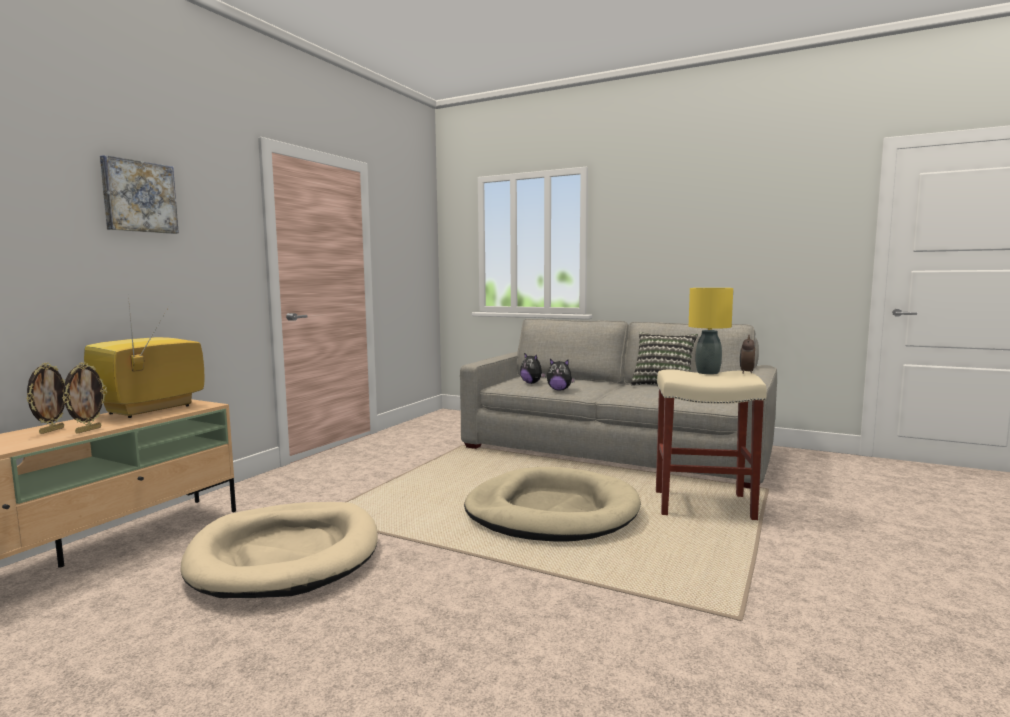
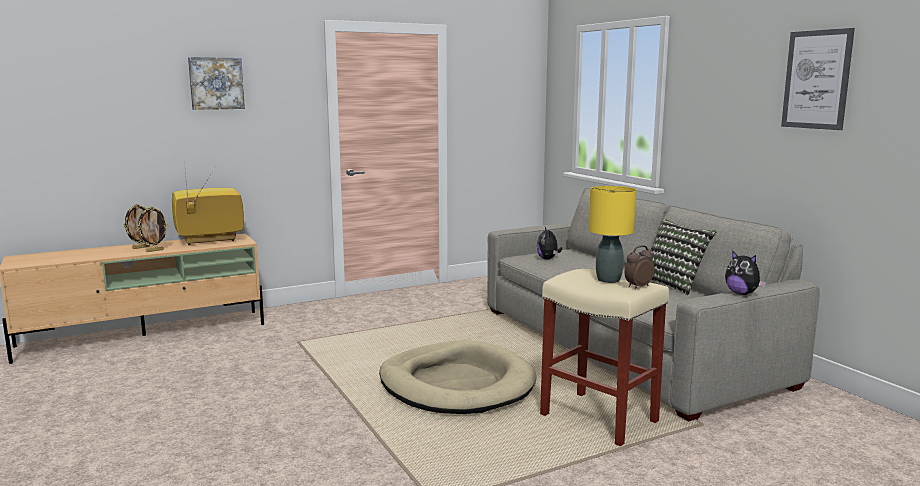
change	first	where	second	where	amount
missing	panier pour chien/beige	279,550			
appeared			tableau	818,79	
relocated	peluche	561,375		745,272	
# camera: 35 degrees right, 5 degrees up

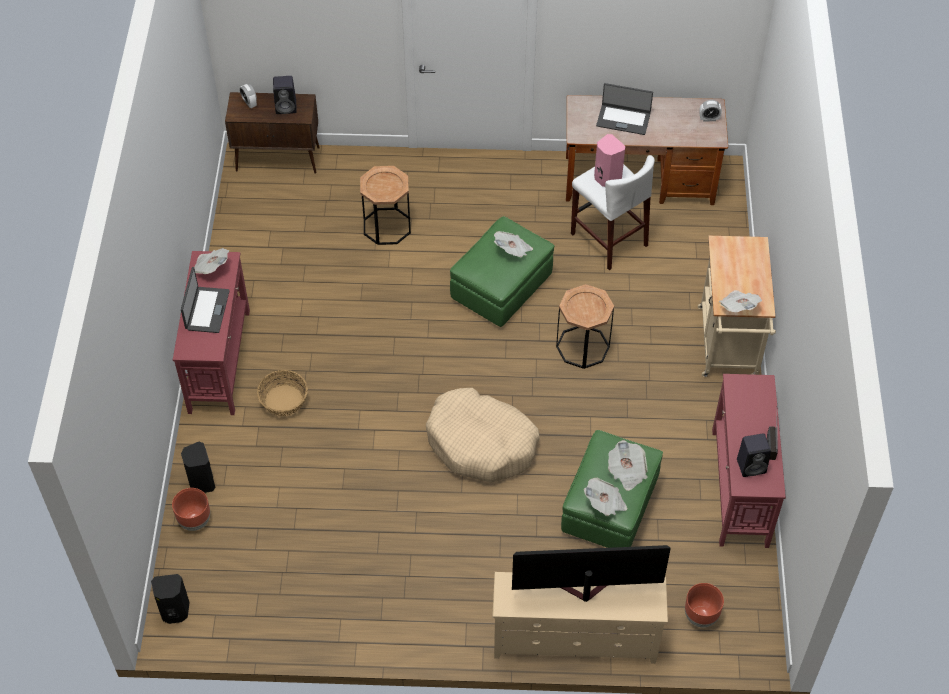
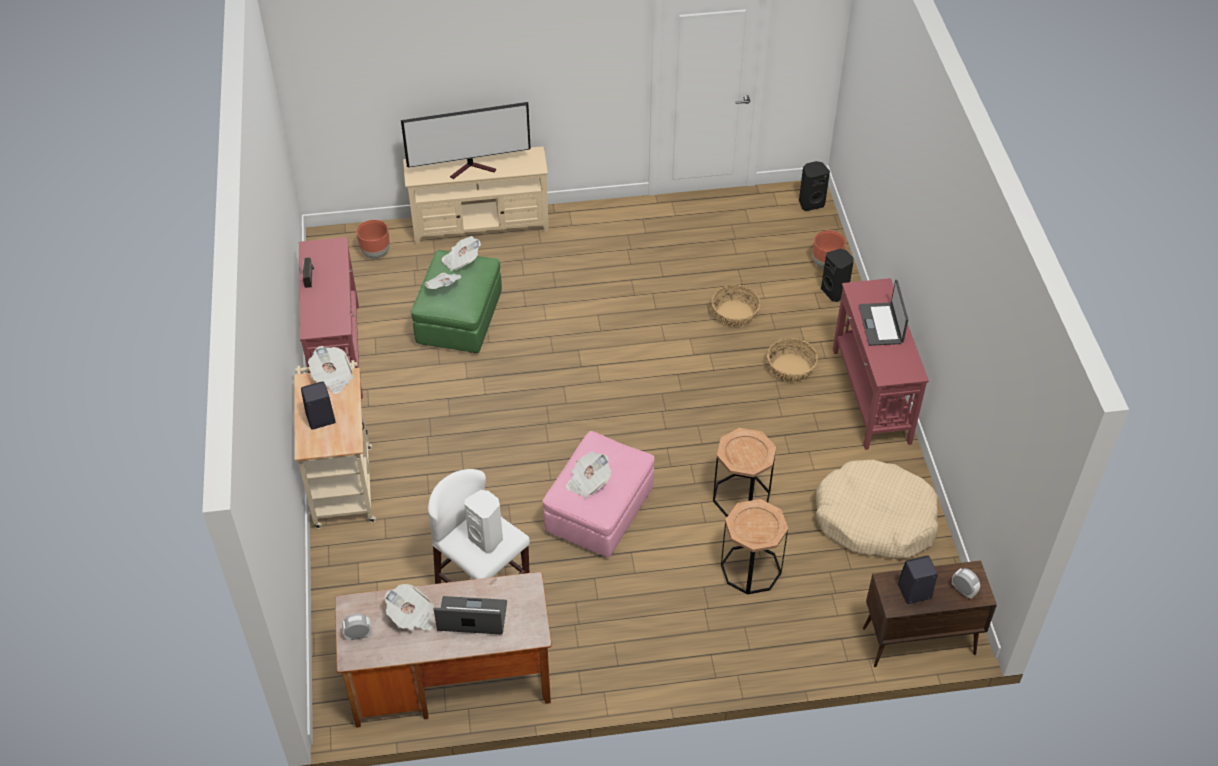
change	first	where	second	where	amount
appeared			panier	736,306	
relocated	journal	211,261		409,607	
relocated	panier pour chien/beige	483,435		877,509	
relocated	table d'appoint/marron	585,326		744,472	
relocated	enceinte/noir	754,455		318,405	
colour	pouf/vert	502,271	pouf/rose	598,494	
colour	enceinte/rose	609,160	enceinte/blanc	483,521	
# camera: 170 degrees right, 5 degrees down

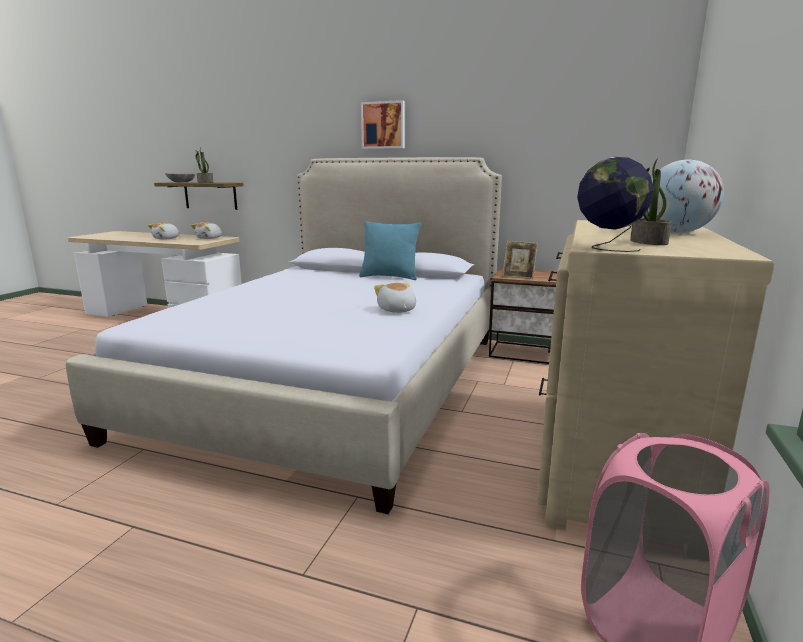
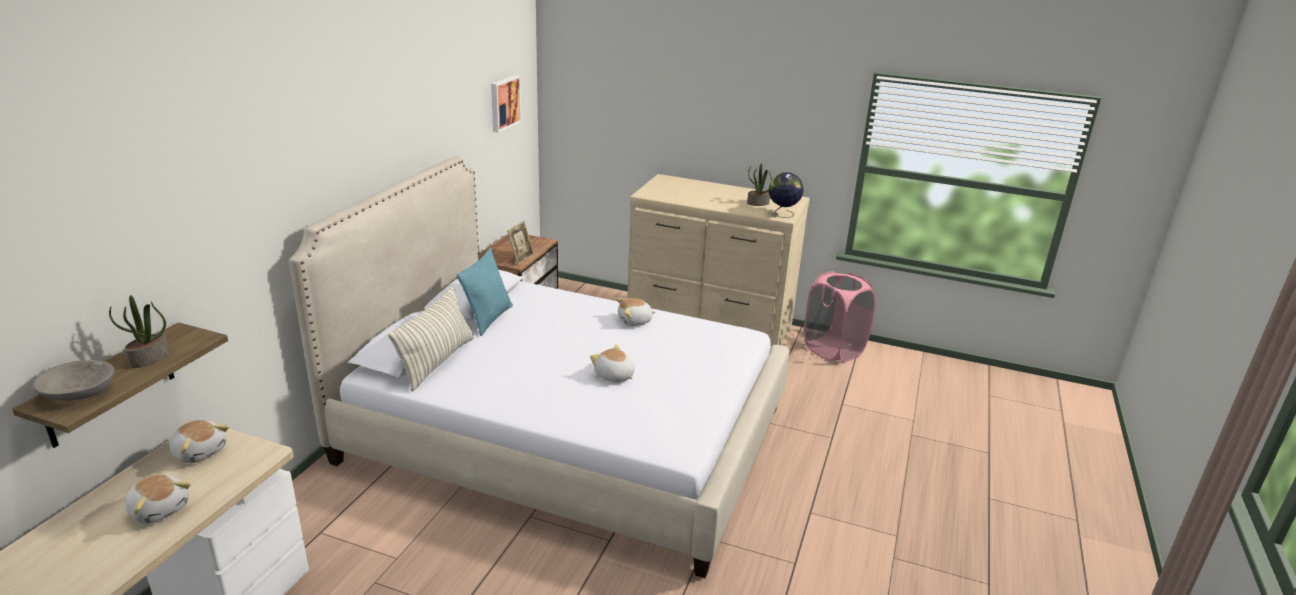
change	first	where	second	where	amount
missing	globe	686,196			
appeared			coussin	431,339	
appeared			peluche	612,363	
relocated	tableau	383,124		506,104	
# camera: 90 degrees left, 10 degrees up

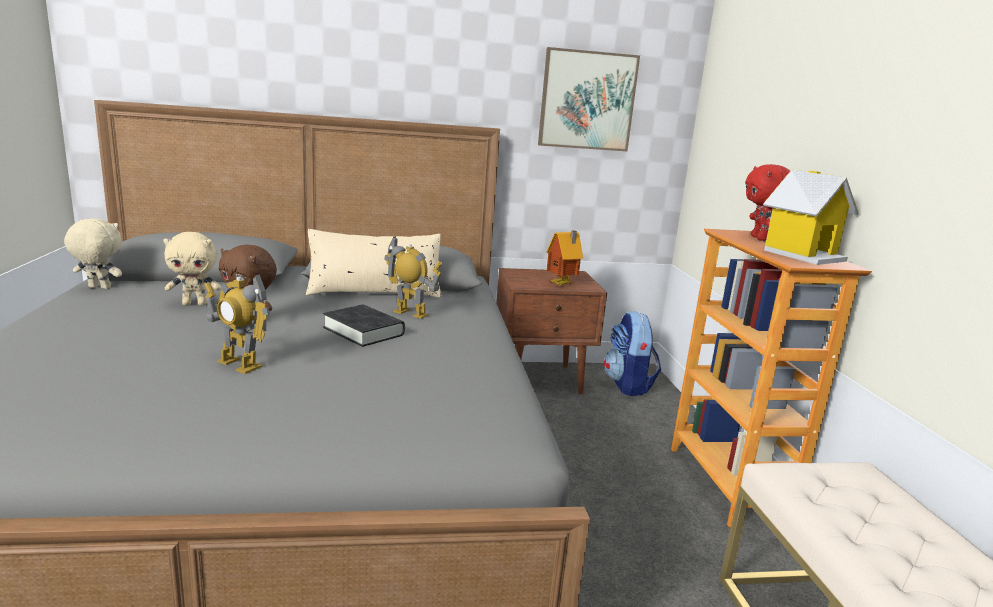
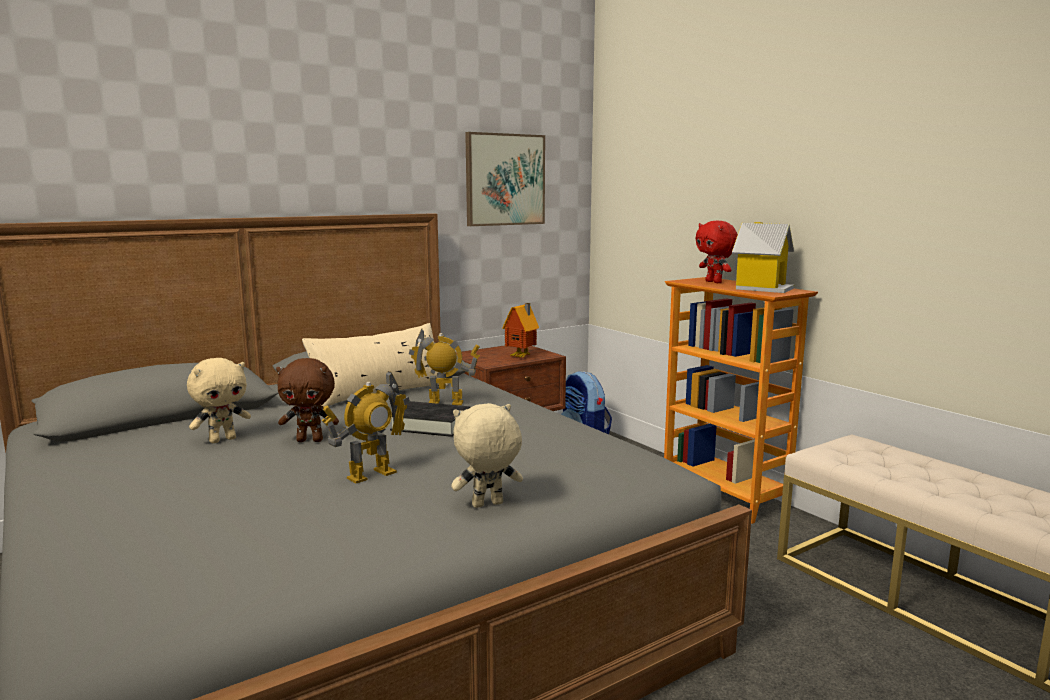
change	first	where	second	where	amount
relocated	peluche/beige	93,253		487,455	
spun	robot jouet	237,324		366,427	45 degrees counterclockwise
# camera: 25 degrees left, 5 degrees down

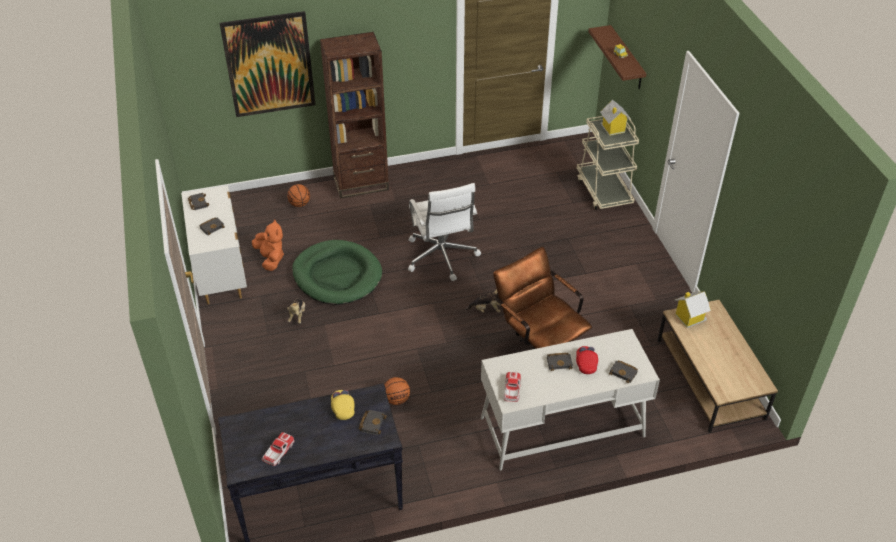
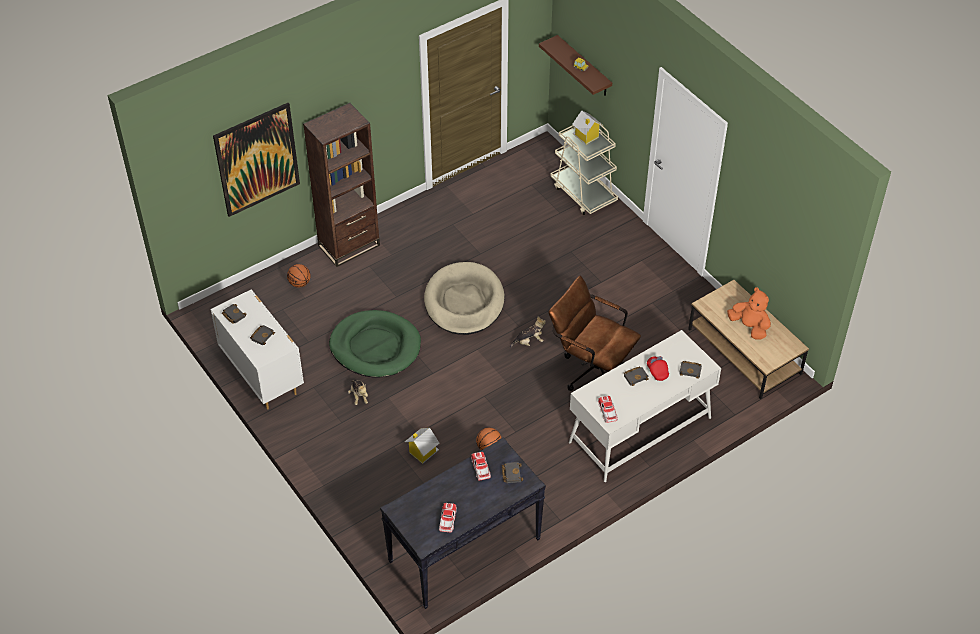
change	first	where	second	where	amount
relocated	peluche/orange	268,245		749,313	
relocated	maison miniature	693,309		422,446	
exchanged	casquette/jaune	343,405	petite voiture	481,466	
exchanged	chaise de bureau/blanc	444,232	panier pour chien/beige	464,298	
# camera: 20 degrees left, 5 degrees up

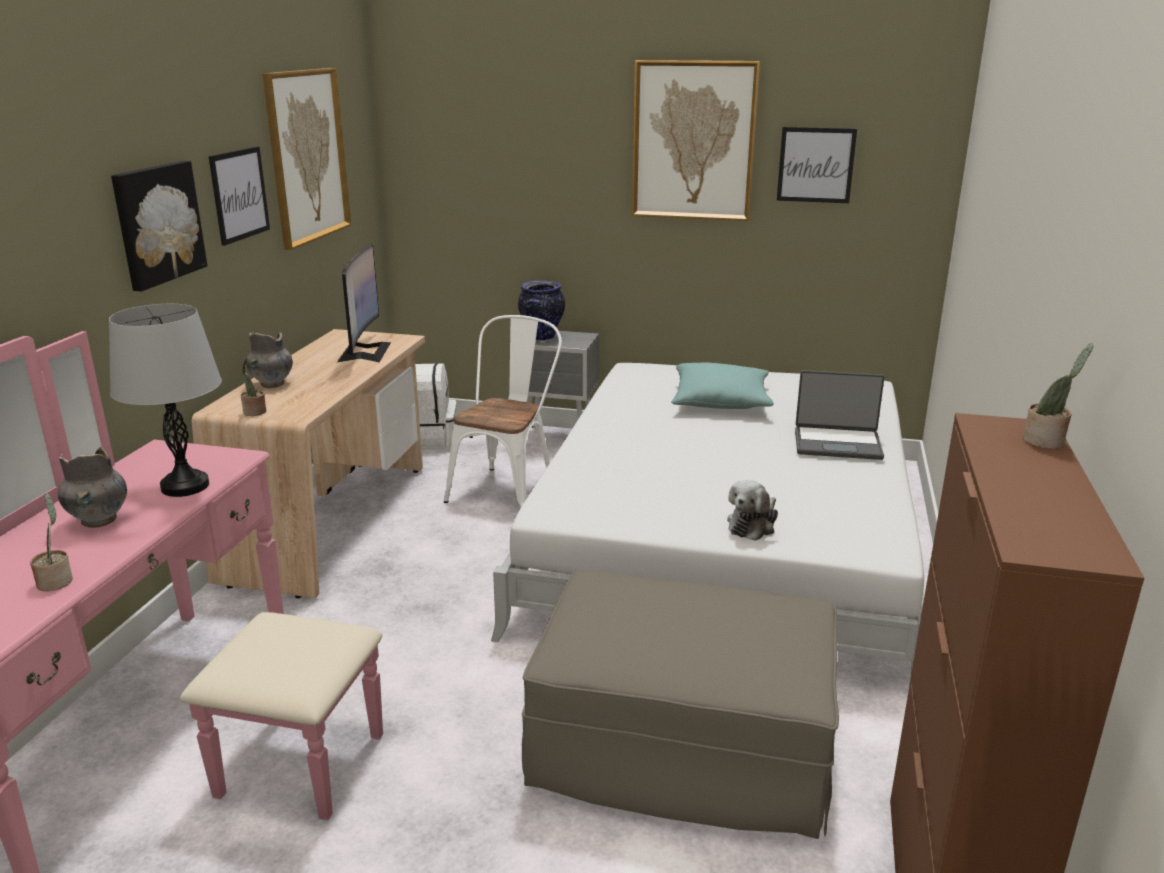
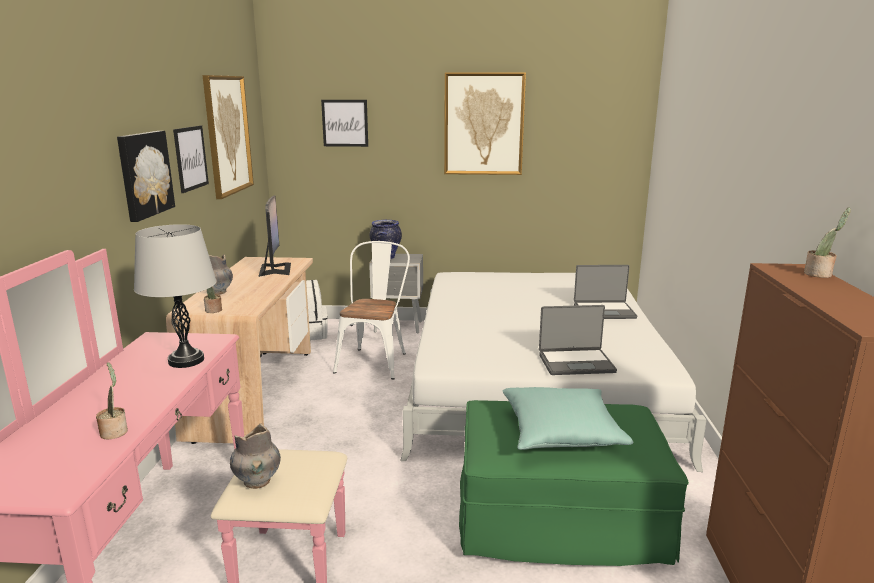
change	first	where	second	where	amount
relocated	vase/gris	92,487		255,456	
relocated	coussin/turquoise	722,385		568,418	
relocated	tableau	817,165		344,123	
exchanged	peluche	752,510	ordinateur portable	578,340	
colour	pouf/beige	680,704	pouf/vert	574,483	
# camera: 10 degrees left, 5 degrees down

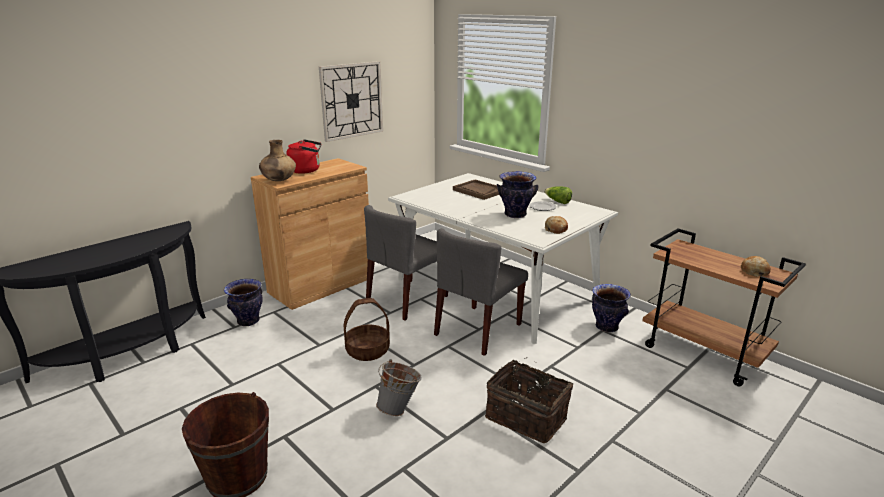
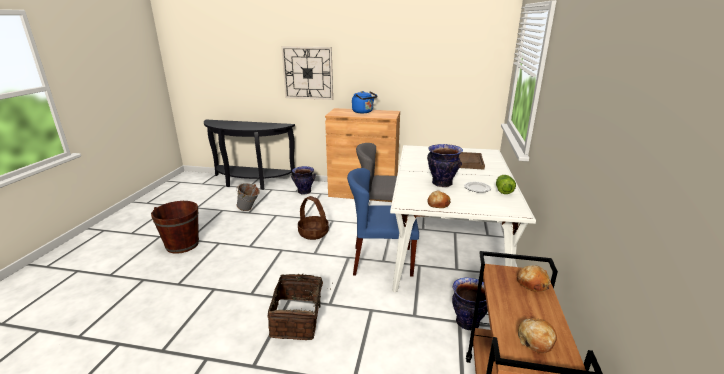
change	first	where	second	where	amount
missing	vase/marron	277,160			
appeared			pain	534,278	
relocated	horloge murale	351,101		307,73	
relocated	seau/gris	399,387		248,197	
colour	bouilloire/rouge	304,156	bouilloire/bleu	364,102	
colour	chaise/gris	481,292	chaise/bleu	383,222	
# camera: 55 degrees right, 0 degrees up

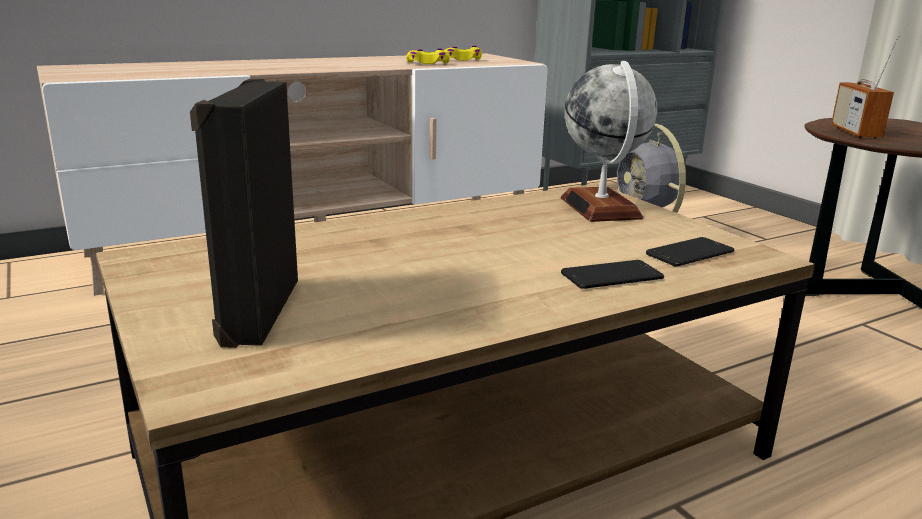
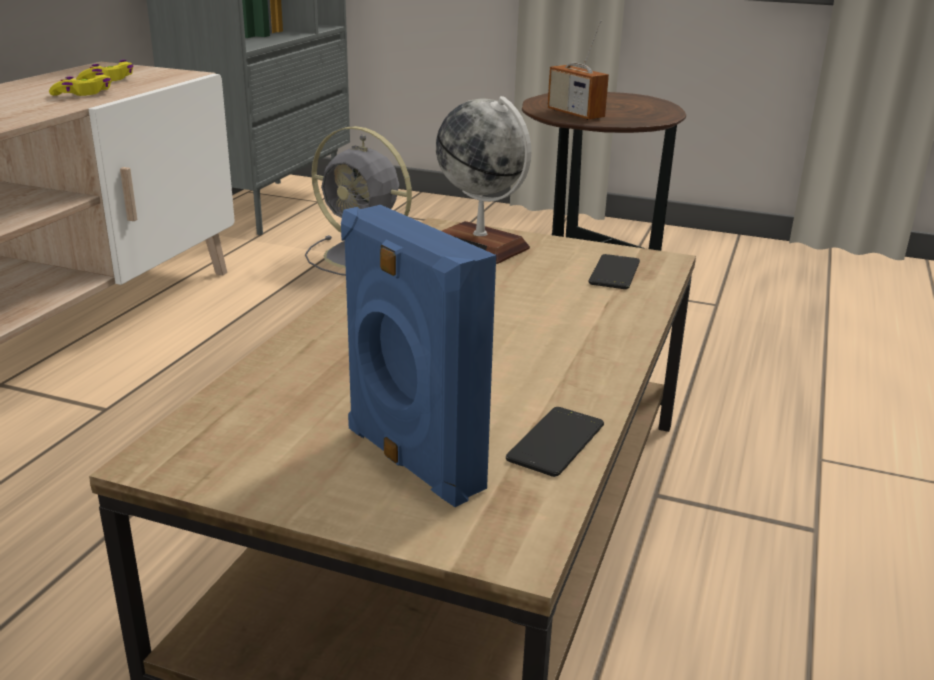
change	first	where	second	where	amount
relocated	téléphone	612,274		555,442	
colour	enceinte/noir	244,213	enceinte/bleu	418,356	
# camera: 40 degrees left, 5 degrees up

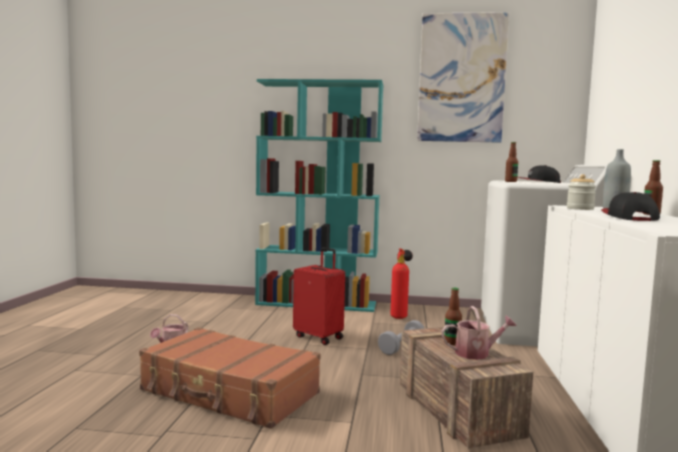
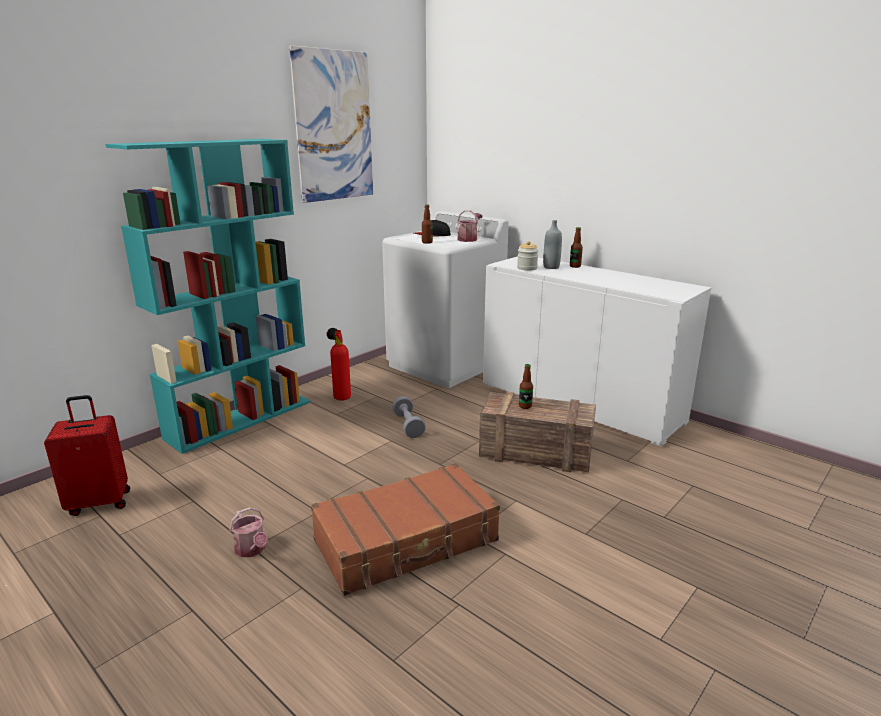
change	first	where	second	where	amount
missing	casquette	630,206			
relocated	valise/rouge	319,296		87,455	
relocated	arrosoir	479,333		469,226	
# camera: 55 degrees left, 15 degrees up

